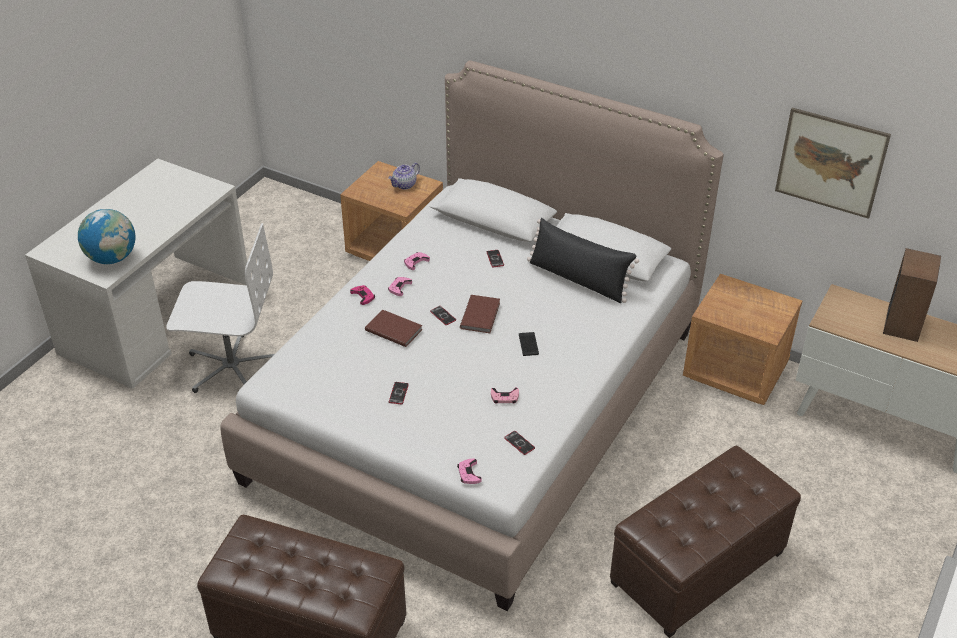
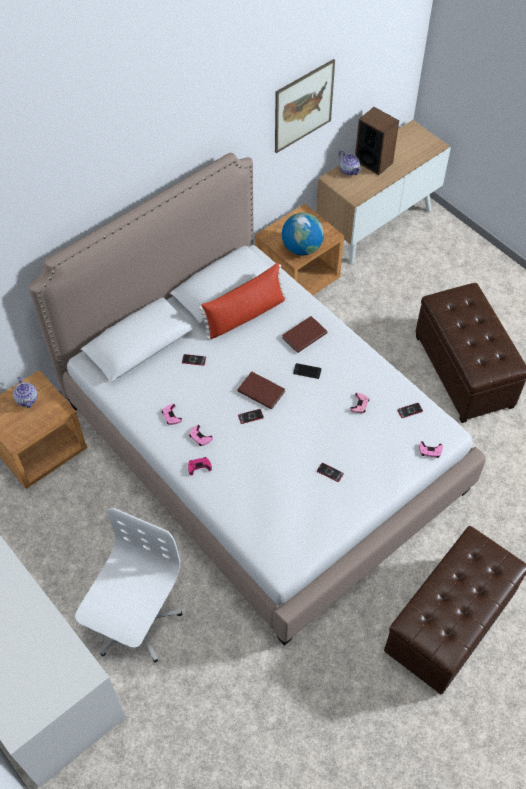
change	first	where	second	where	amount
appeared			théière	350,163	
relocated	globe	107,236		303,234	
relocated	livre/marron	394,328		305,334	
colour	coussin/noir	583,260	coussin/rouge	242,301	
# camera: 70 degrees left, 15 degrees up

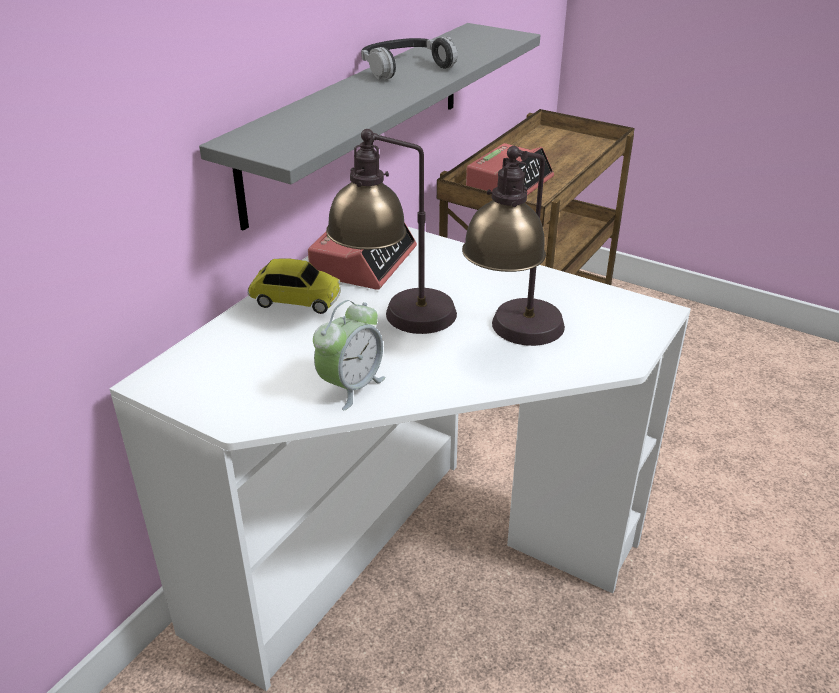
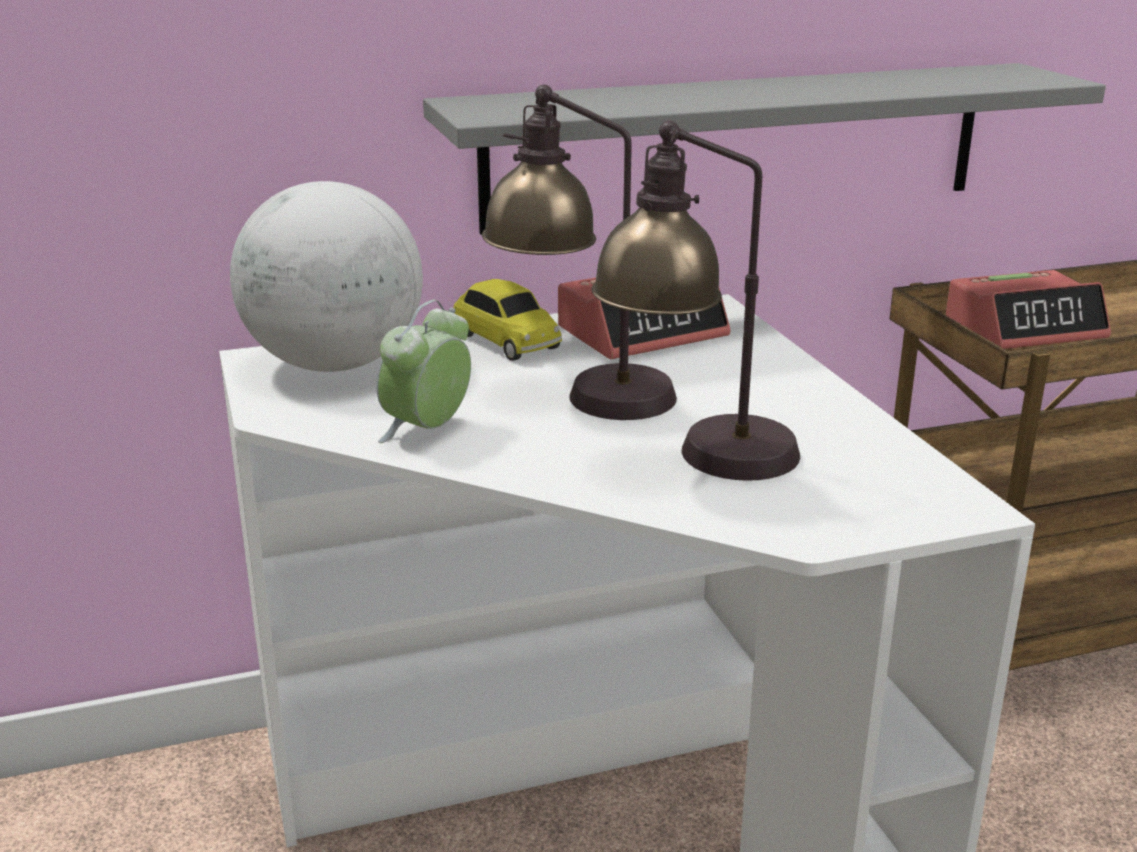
change	first	where	second	where	amount
missing	casque audio	409,58			
appeared			globe	326,276	
spun	réveil	349,355		423,371	135 degrees clockwise
# camera: 40 degrees right, 10 degrees down

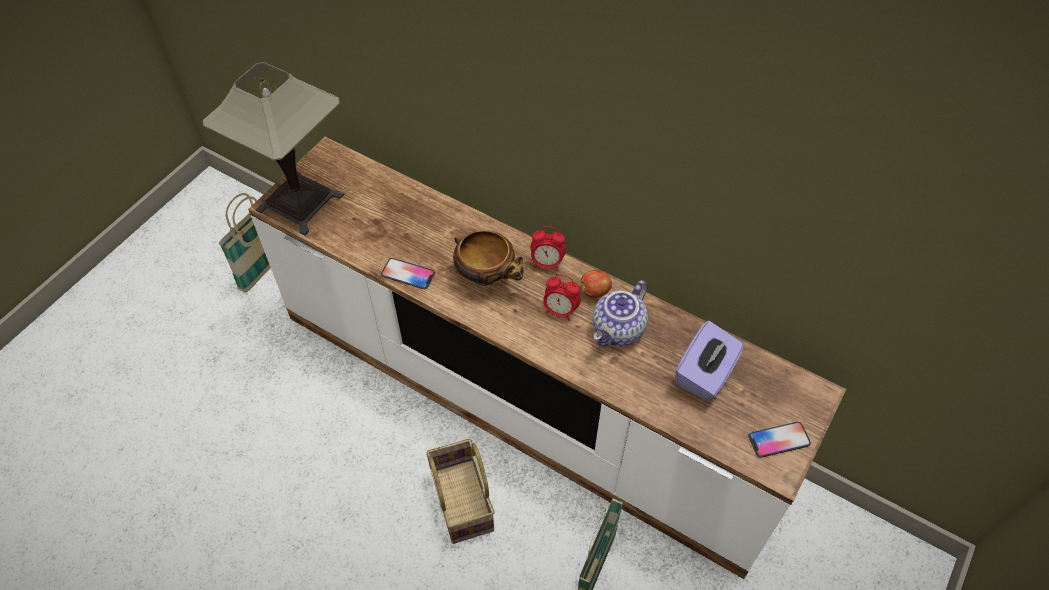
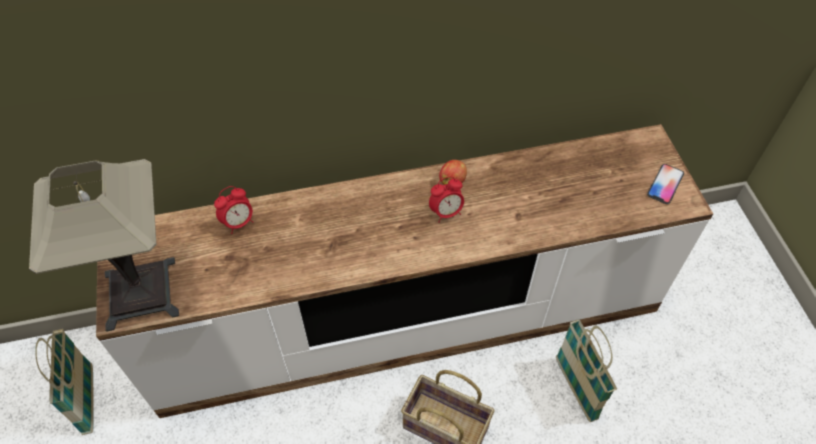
change	first	where	second	where	amount
missing	téléphone	408,273			
missing	bol	488,258			
missing	théière	620,313			
missing	boîte à mouchoirs/violet	709,361			
relocated	réveil	548,248		234,210	
# camera: 45 degrees left, 0 degrees up

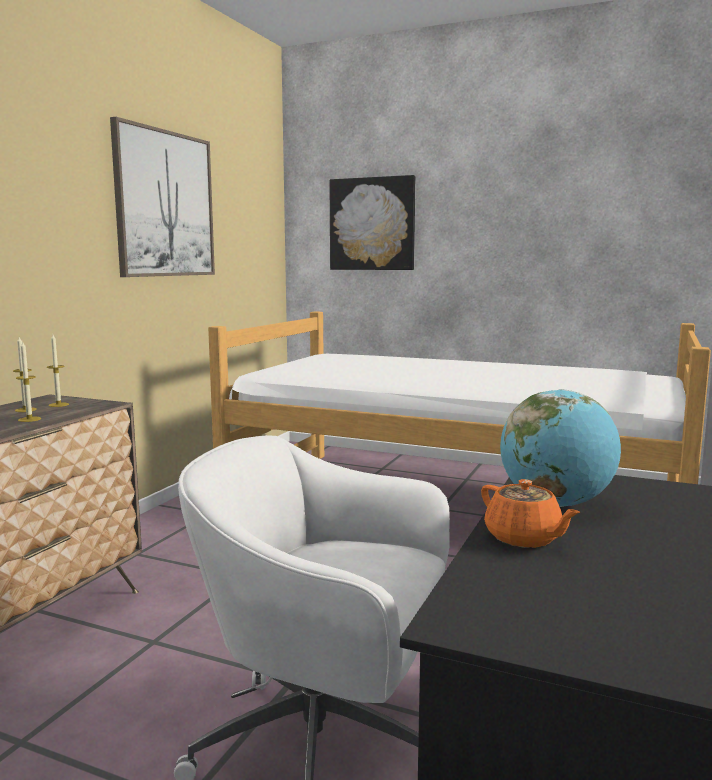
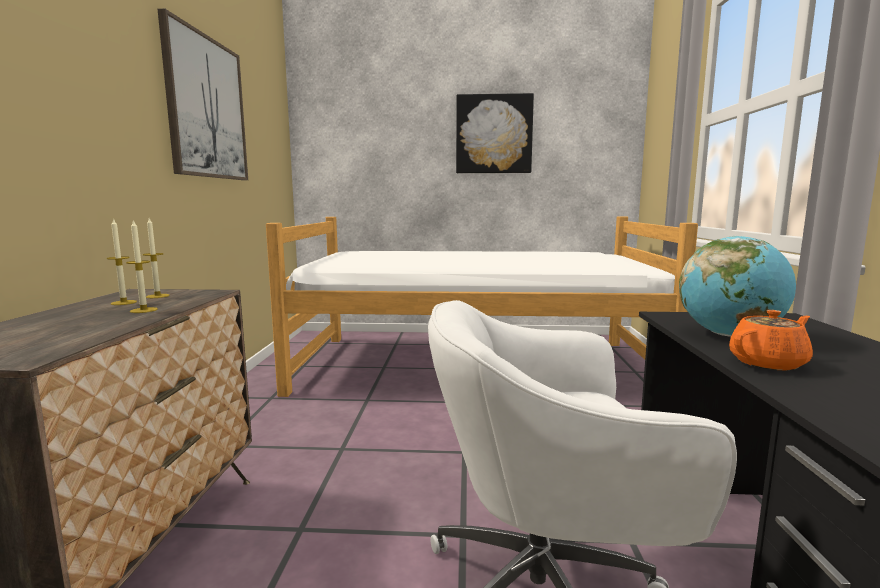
change	first	where	second	where	amount
relocated	tableau	372,222		495,133	
spun	théière/orange	530,513		771,340	60 degrees counterclockwise
# camera: 20 degrees left, 0 degrees up

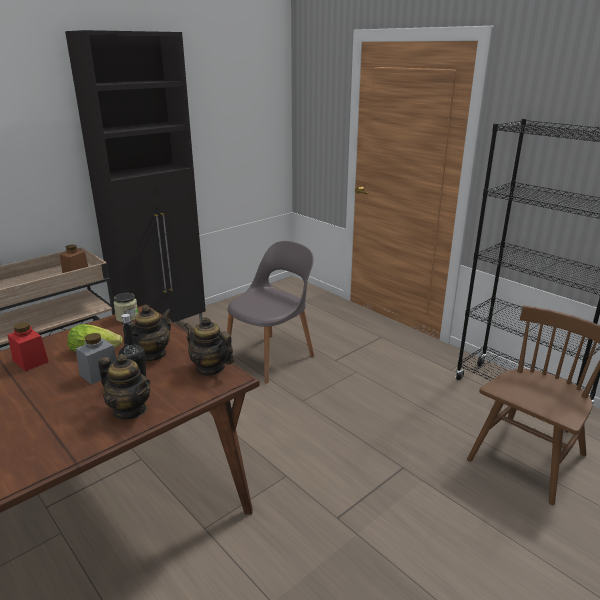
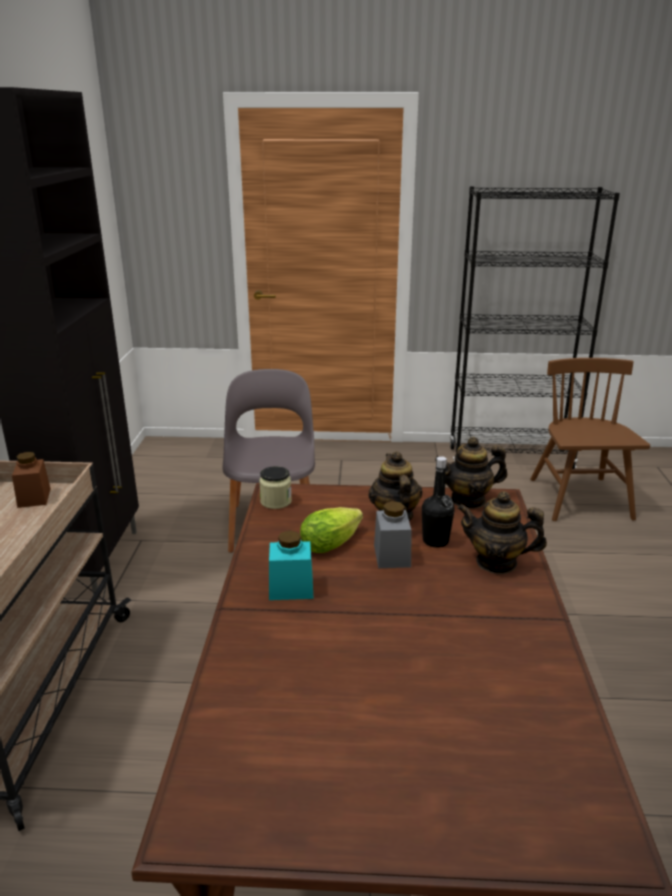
change	first	where	second	where	amount
colour	bocal/rouge	28,346	bocal/turquoise	291,565	
spun	théière	124,386		502,532	150 degrees counterclockwise
# camera: 45 degrees left, 0 degrees up

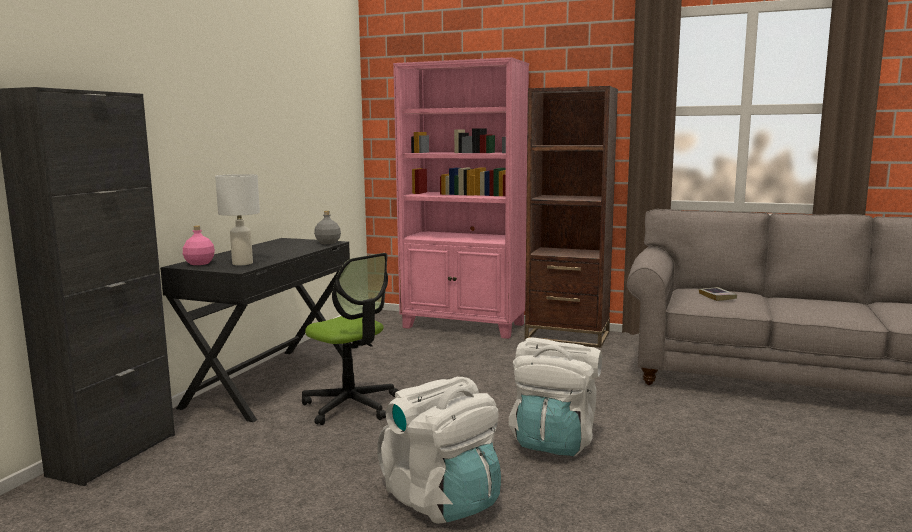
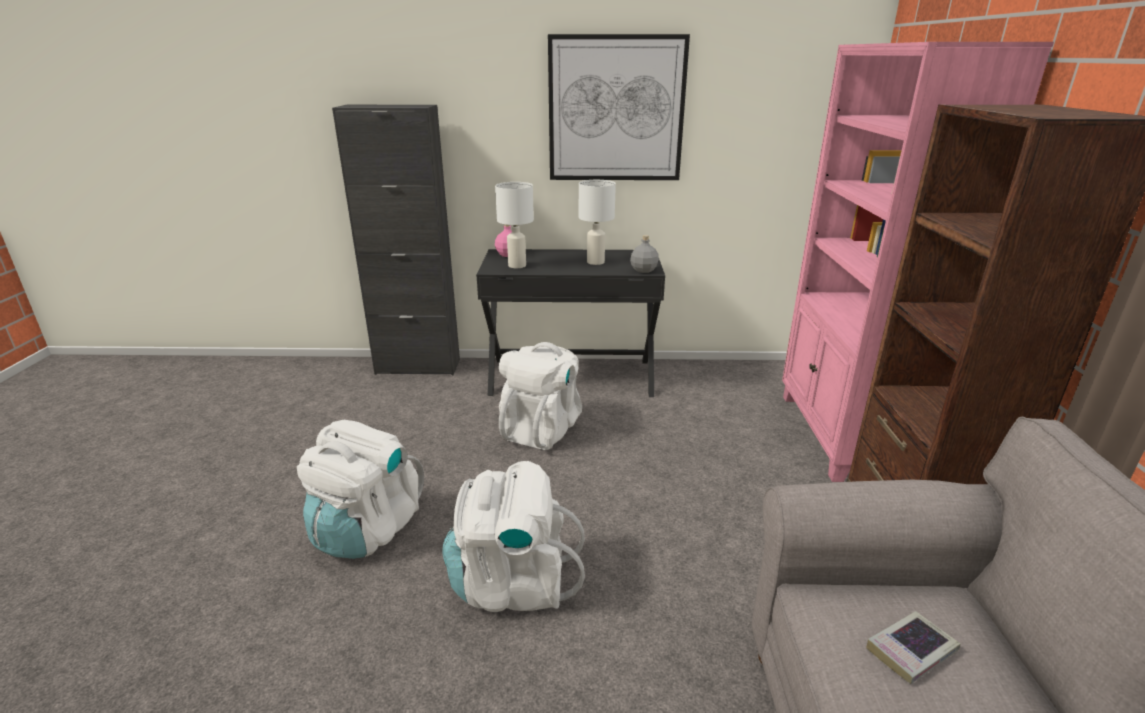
change	first	where	second	where	amount
appeared			tableau	619,107	
appeared			lampe de table/blanc	597,222	
exchanged	chaise de bureau	350,339	sac à dos/blanc	540,396	
# camera: 70 degrees right, 15 degrees up

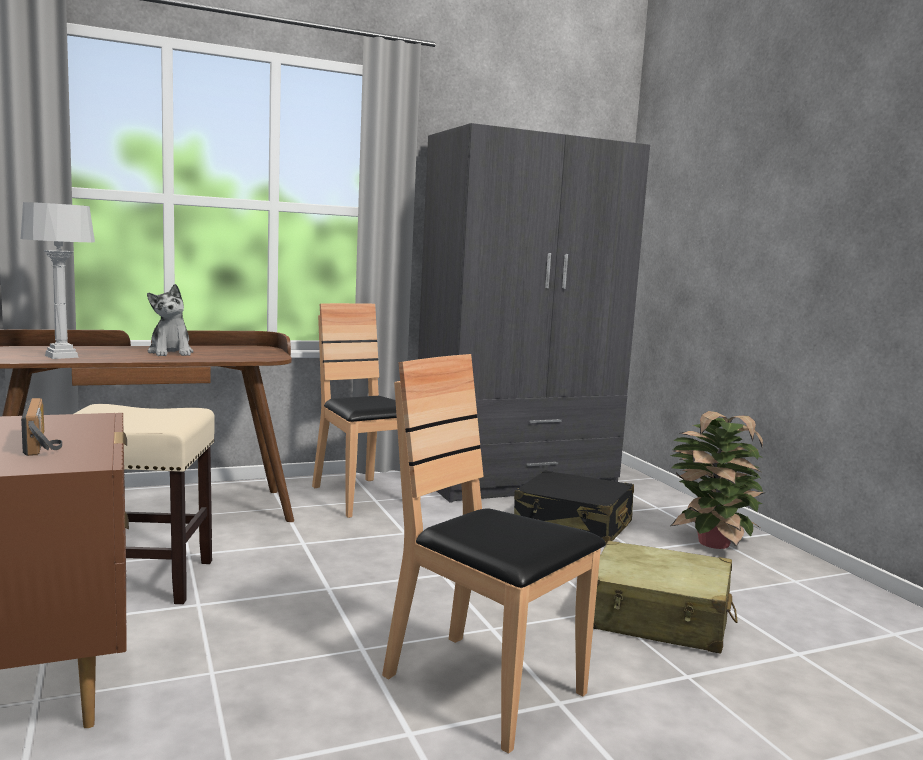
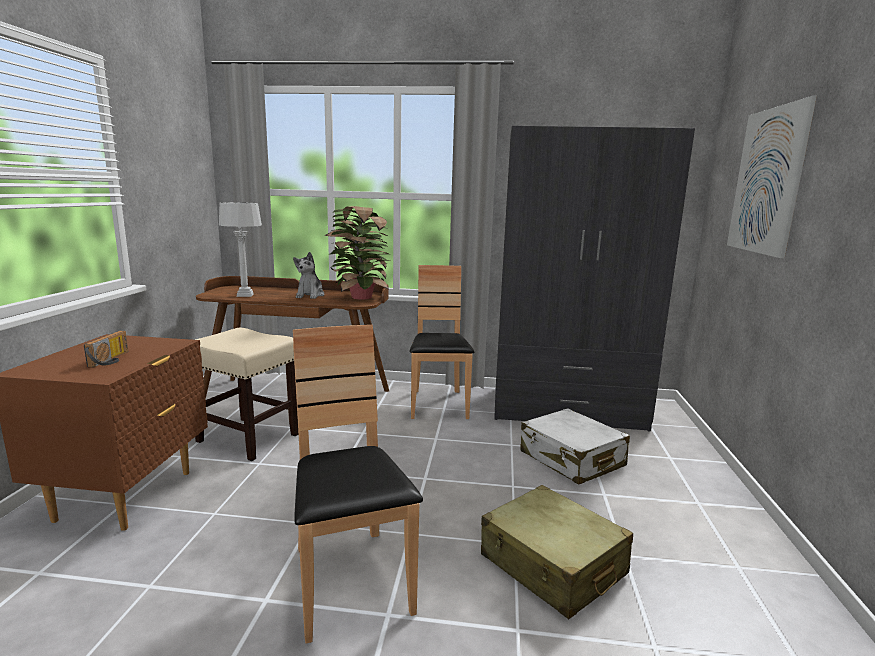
change	first	where	second	where	amount
appeared			tableau	772,177	
relocated	plante en pot	718,480		357,253	
colour	valise/noir	574,508	valise/blanc	575,446	
# camera: 30 degrees right, 5 degrees up

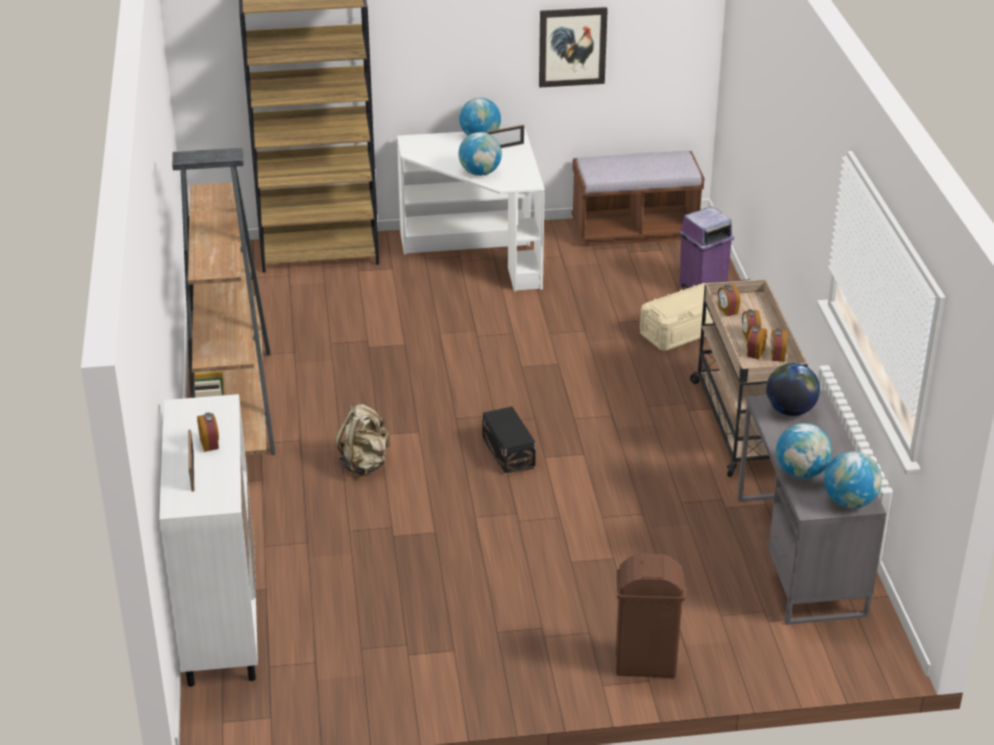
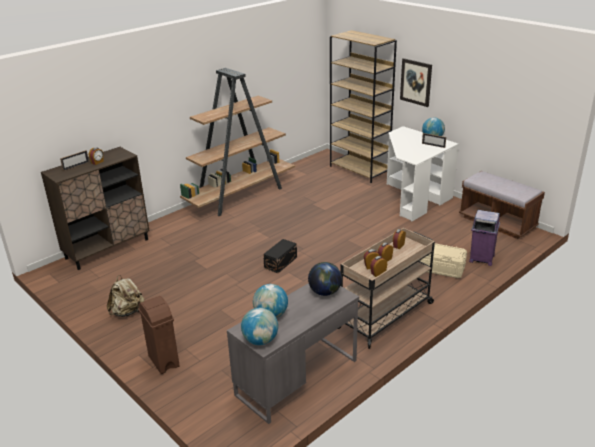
change	first	where	second	where	amount
missing	globe	480,154			
relocated	sac à dos/beige	363,440		125,296	
relocated	tableau	573,47		416,82	
colour	meuble de rangement/blanc	208,540	meuble de rangement/marron	95,208	
# camera: 55 degrees right, 5 degrees down

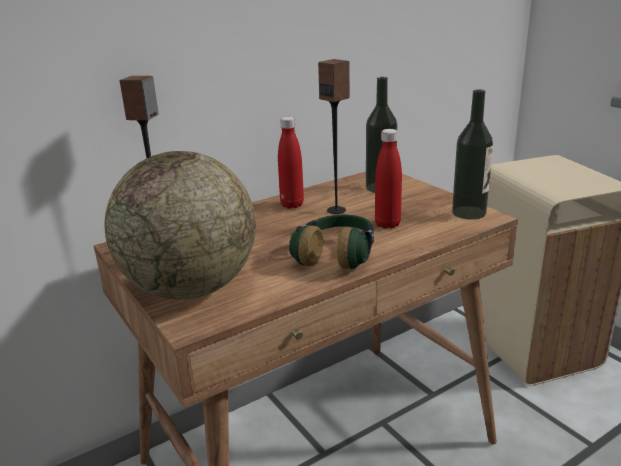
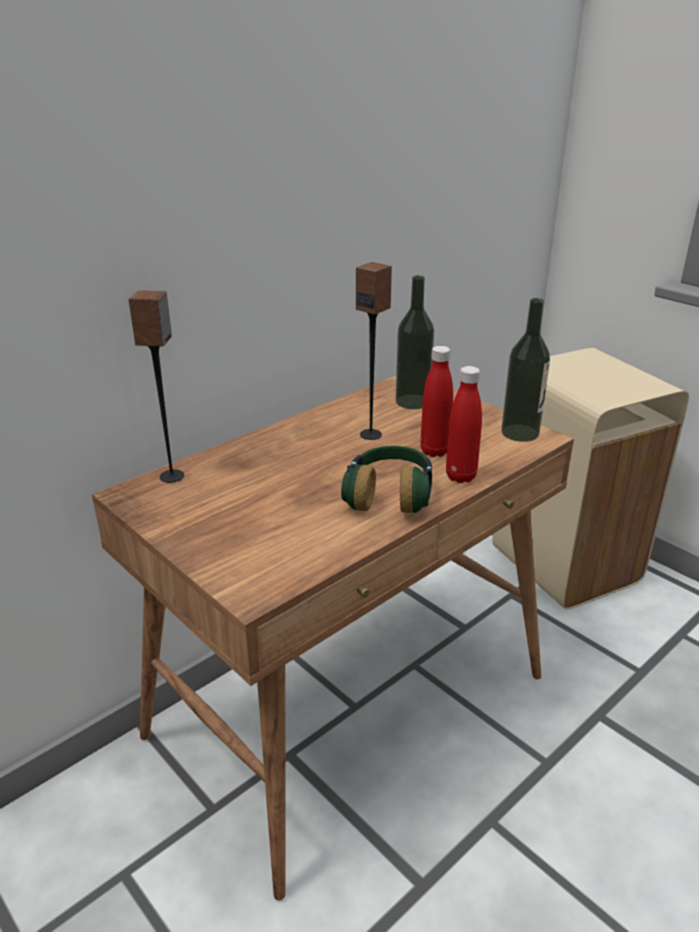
change	first	where	second	where	amount
missing	globe	180,225			
relocated	bouteille/rouge	291,163		464,424	
# camera: 10 degrees left, 5 degrees up

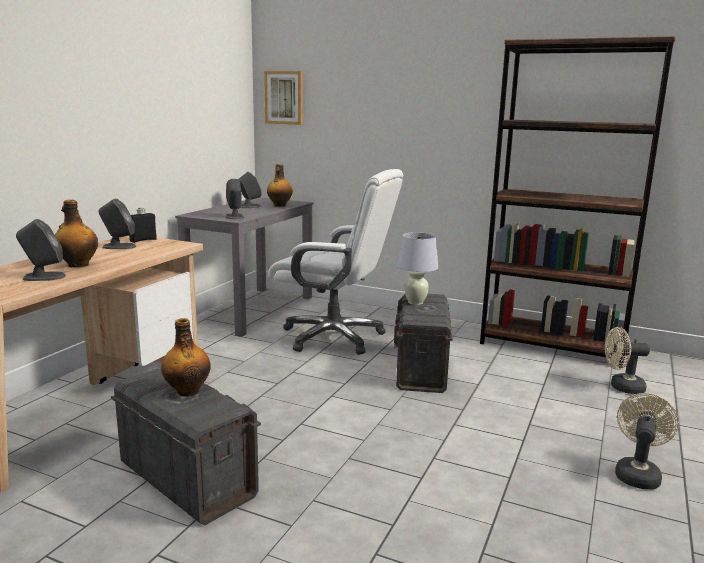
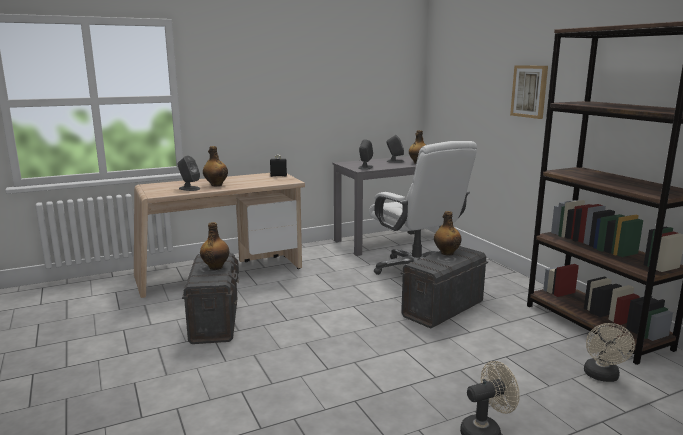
change	first	where	second	where	amount
missing	enceinte/gris	117,224			
relocated	tableau	283,98		529,92	
exchanged	lampe de table/blanc	418,268	bouteille	448,233	
spun	ventilateur/beige	627,360		609,352	120 degrees counterclockwise
# camera: 40 degrees right, 0 degrees up

